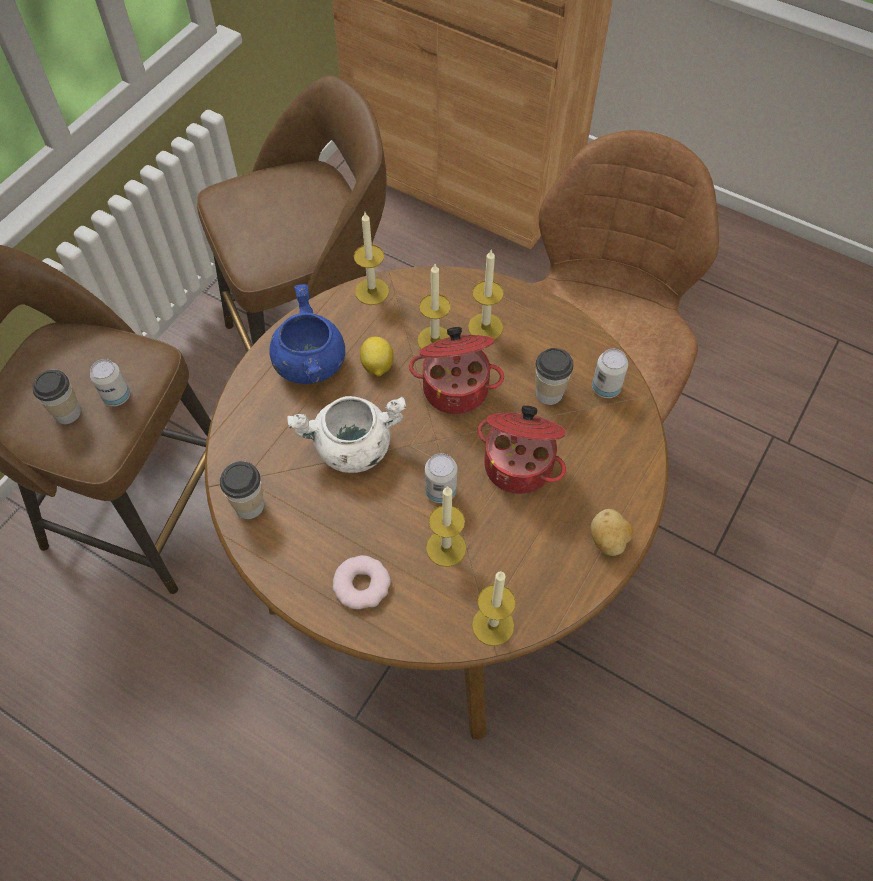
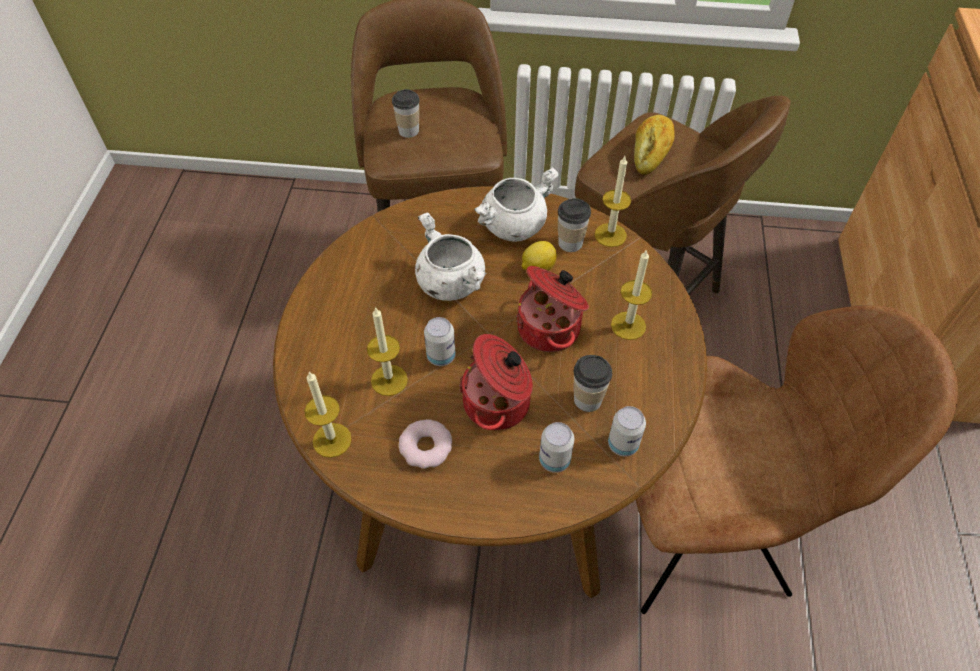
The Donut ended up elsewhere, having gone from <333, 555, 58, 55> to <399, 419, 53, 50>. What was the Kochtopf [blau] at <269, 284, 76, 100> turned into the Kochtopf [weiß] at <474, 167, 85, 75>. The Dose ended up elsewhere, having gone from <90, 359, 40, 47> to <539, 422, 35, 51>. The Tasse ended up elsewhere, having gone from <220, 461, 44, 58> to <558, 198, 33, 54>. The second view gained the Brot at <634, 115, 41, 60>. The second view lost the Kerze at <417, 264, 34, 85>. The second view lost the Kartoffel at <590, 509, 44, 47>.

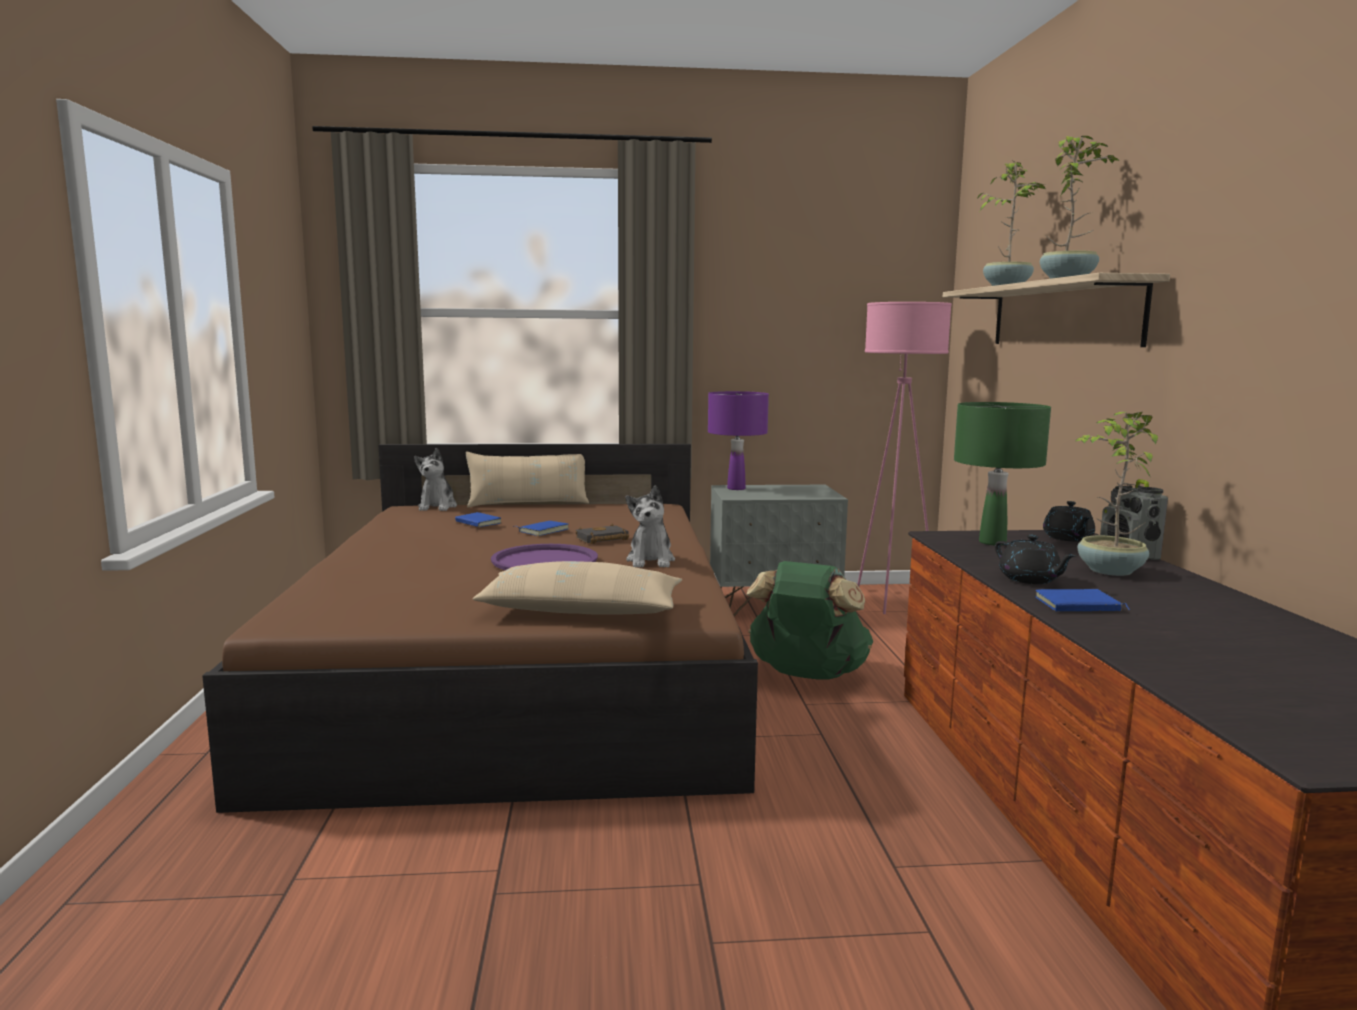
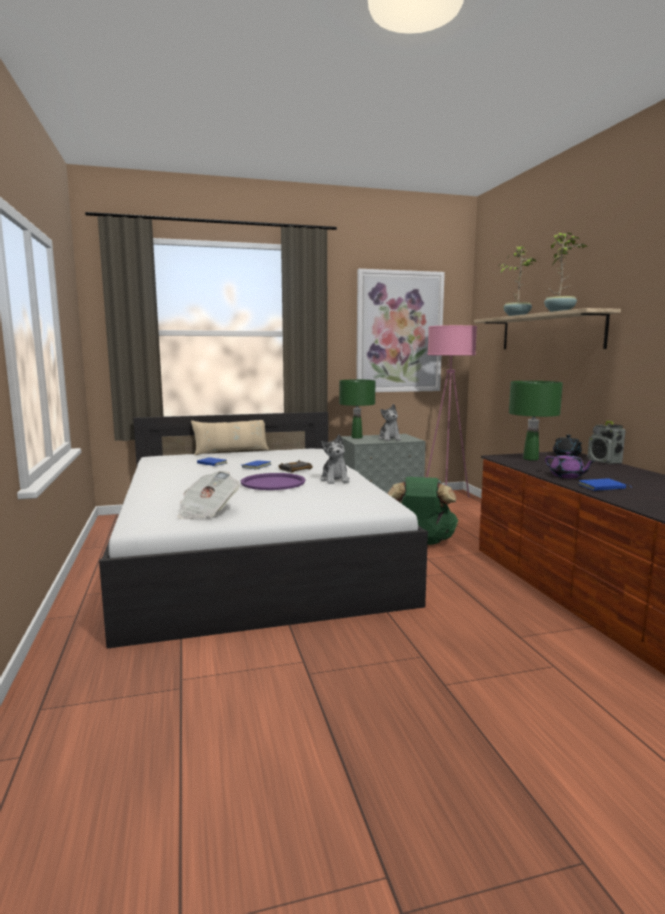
What was the Bett [braun] at <202, 444, 556, 369> turned into the Bett [weiß] at <99, 412, 329, 237>. The second view gained the Zeitung at <178, 471, 61, 49>. What was the Tischlampe [lila] at <708, 391, 61, 99> turned into the Tischlampe [grün] at <339, 380, 36, 59>. The second view gained the Bild at <356, 269, 89, 123>. The Plüschtier ended up elsewhere, having gone from <414, 448, 43, 63> to <378, 404, 23, 37>. What was the Teekanne [schwarz] at <995, 535, 82, 49> turned into the Teekanne [lila] at <545, 452, 50, 26>. The second view lost the Kissen [beige] at <473, 561, 209, 54>. The second view lost the Topfpflanze at <1075, 412, 83, 164>.

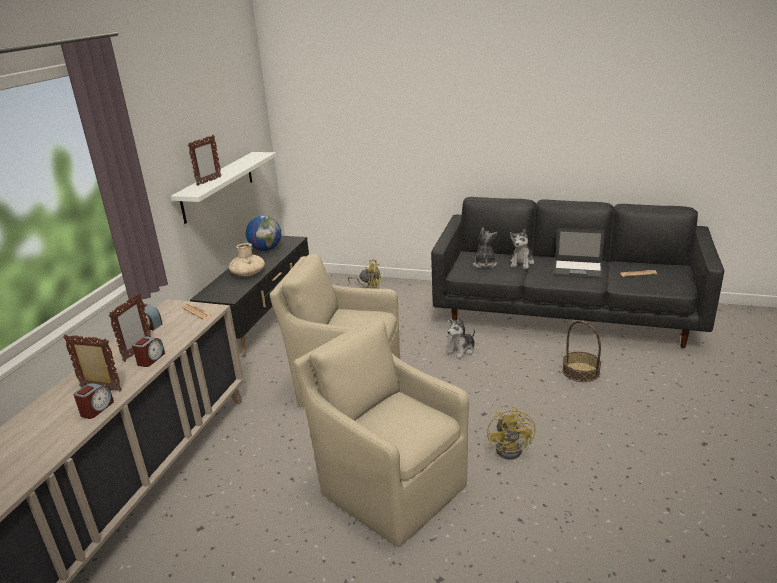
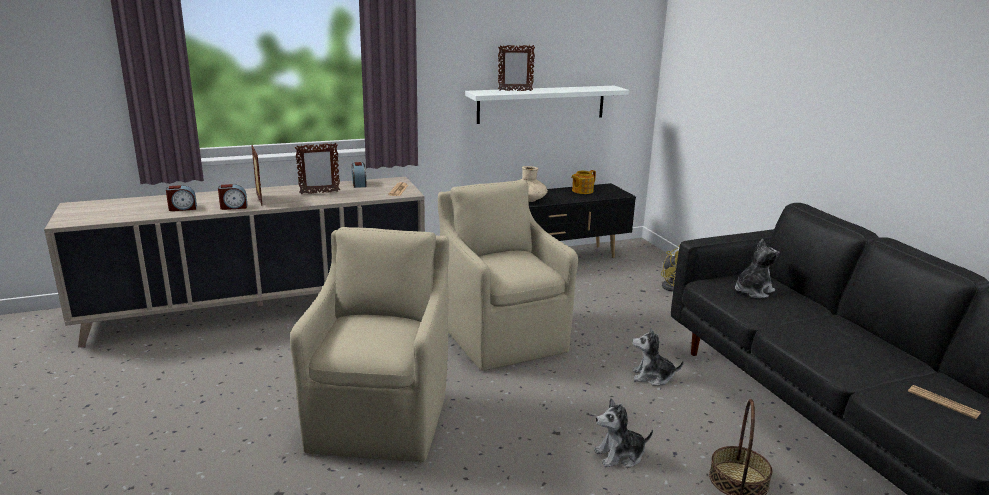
The Wecker ended up elsewhere, having gone from <132, 336, 33, 31> to <166, 185, 31, 26>. Where the Globus stood at <246, 216, 36, 35>, the Teekanne came to stand at <571, 170, 25, 24>. The Plüschtier ended up elsewhere, having gone from <510, 229, 24, 40> to <594, 398, 59, 70>. The second view lost the Ventilator [gelb] at <487, 407, 48, 52>. The second view lost the Laptop at <553, 228, 52, 51>.

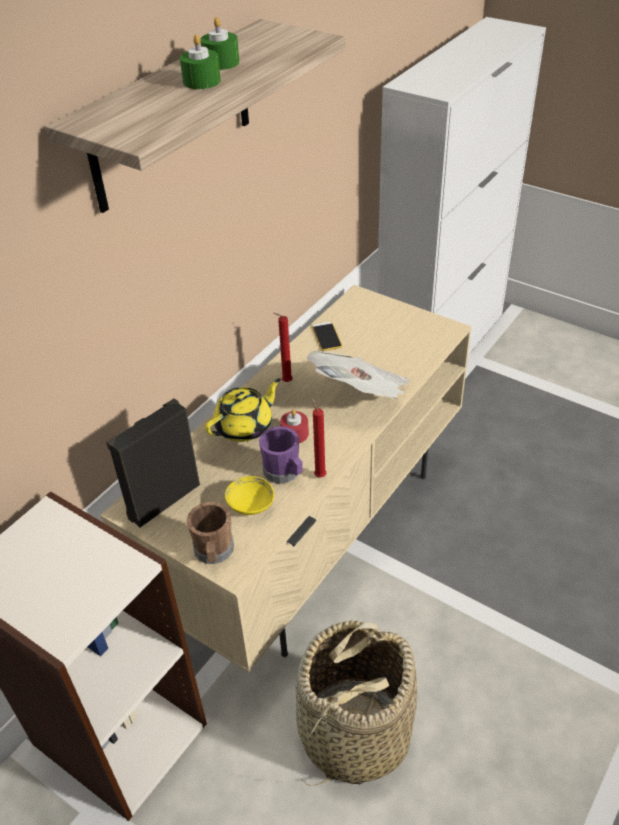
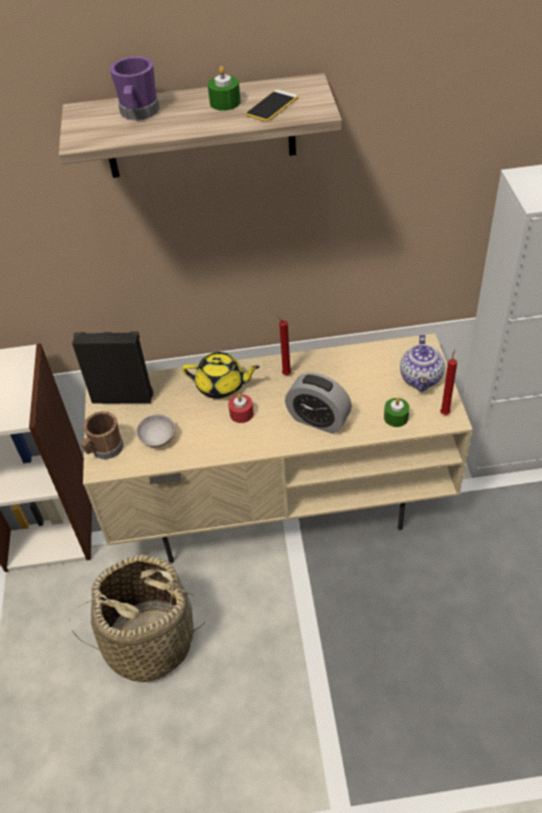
The Henkelbecher [lila] ended up elsewhere, having gone from <259, 426, 44, 58> to <110, 56, 49, 64>. What was the Schüssel [gelb] at <225, 476, 49, 39> turned into the Schüssel [grau] at <136, 415, 39, 32>. The Handy ended up elsewhere, having gone from <311, 321, 31, 30> to <246, 89, 52, 33>. Where the Zeitung stood at <307, 351, 103, 48>, the Wecker came to stand at <285, 373, 67, 60>. The Kerze [grün] ended up elsewhere, having gone from <180, 34, 41, 55> to <384, 398, 26, 29>. The second view gained the Teekanne at <400, 334, 45, 57>. The Kerze [rot] ended up elsewhere, having gone from <312, 398, 14, 79> to <440, 349, 17, 66>.

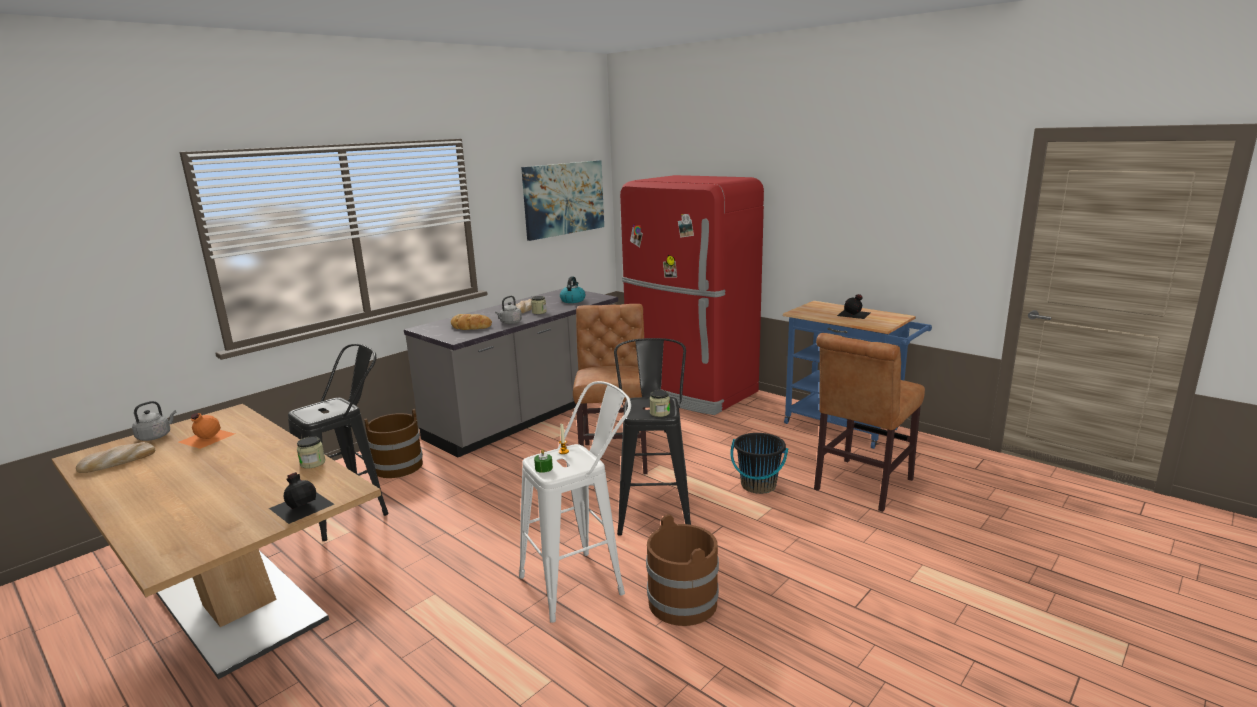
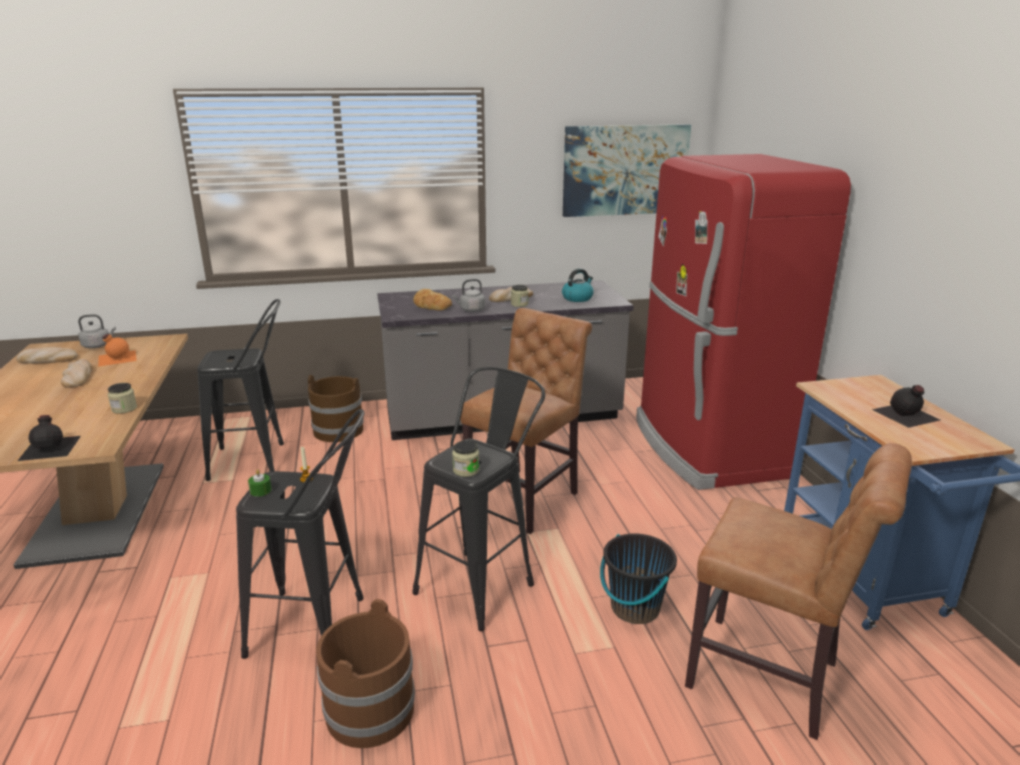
The second view gained the Brot at <61, 359, 32, 29>. What was the Hocker [weiß] at <519, 381, 112, 242> turned into the Hocker [schwarz] at <236, 409, 129, 250>. The Stuhl [braun] at <814, 333, 111, 179> ended up facing another way, 135 degrees counterclockwise from before.

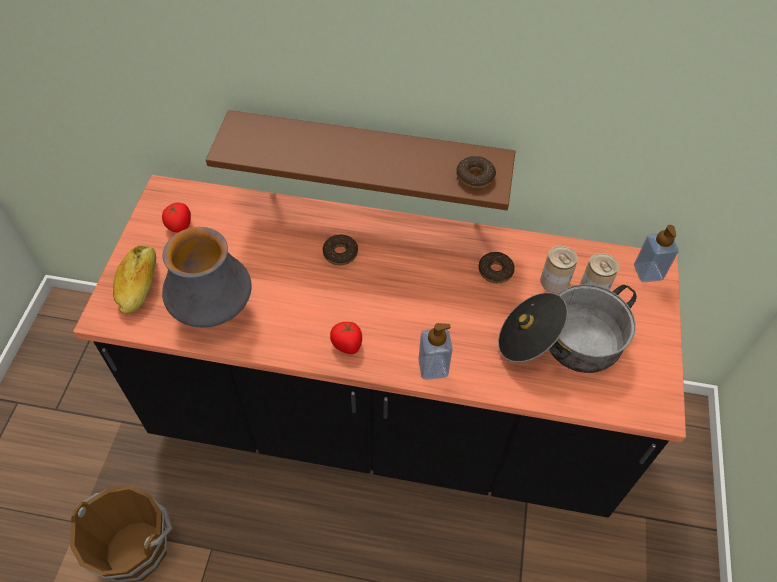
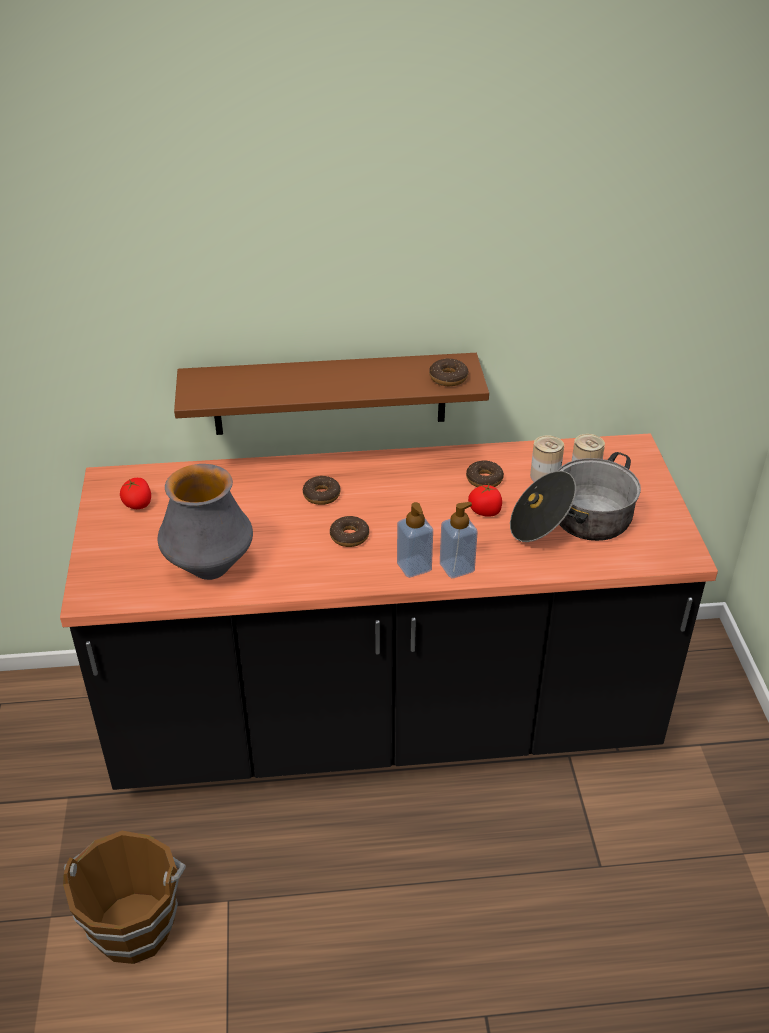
The second view gained the Donut at <330, 516, 39, 31>. The Seifenspender ended up elsewhere, having gone from <634, 225, 45, 57> to <397, 502, 36, 76>. The Tomate ended up elsewhere, having gone from <330, 322, 32, 32> to <468, 484, 34, 33>. The second view lost the Brot at <113, 245, 43, 69>.

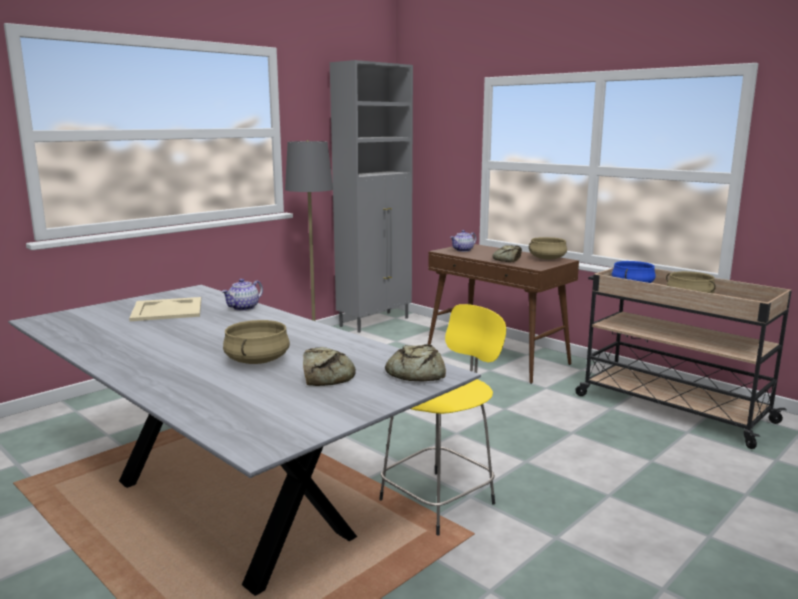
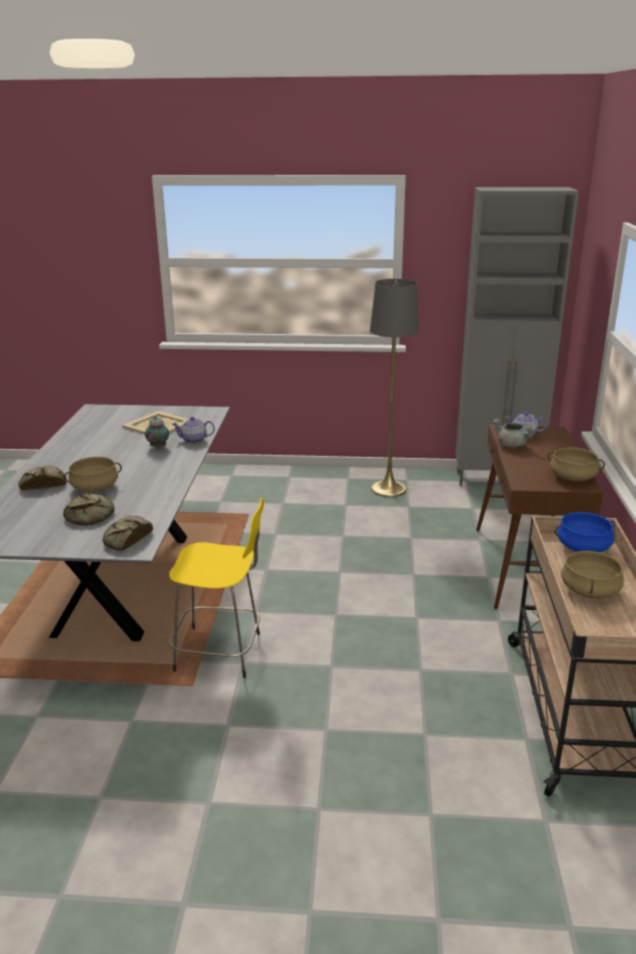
The Brot ended up elsewhere, having gone from <492, 245, 30, 17> to <19, 465, 48, 25>. The second view gained the Teekanne at <145, 416, 24, 33>. The second view gained the Kochtopf [grau] at <493, 419, 43, 29>.

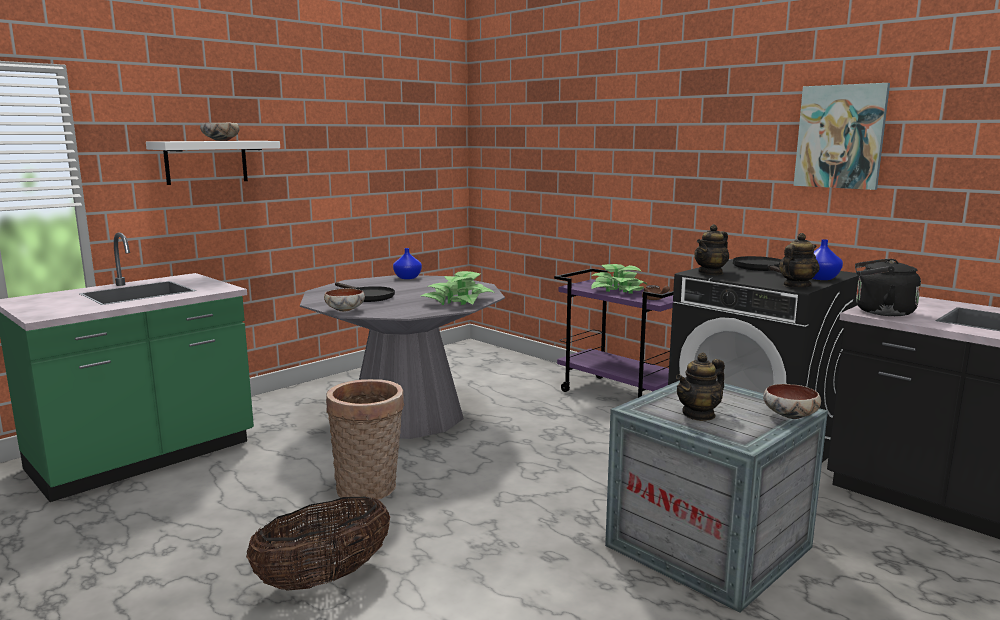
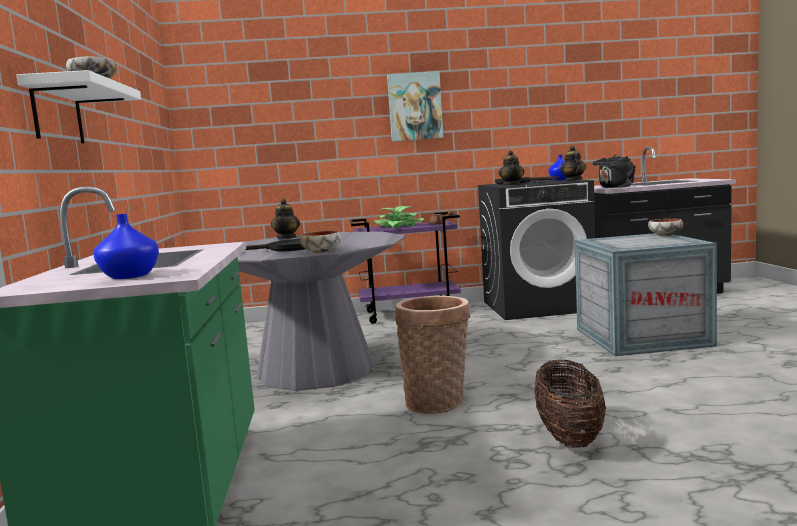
The Vase [blau] ended up elsewhere, having gone from <393, 248, 29, 31> to <93, 214, 66, 65>. The Teekanne ended up elsewhere, having gone from <676, 352, 49, 69> to <271, 199, 29, 40>. The Bild ended up elsewhere, having gone from <794, 83, 96, 107> to <387, 71, 57, 70>. The second view lost the Topfpflanze at <421, 271, 74, 34>.

